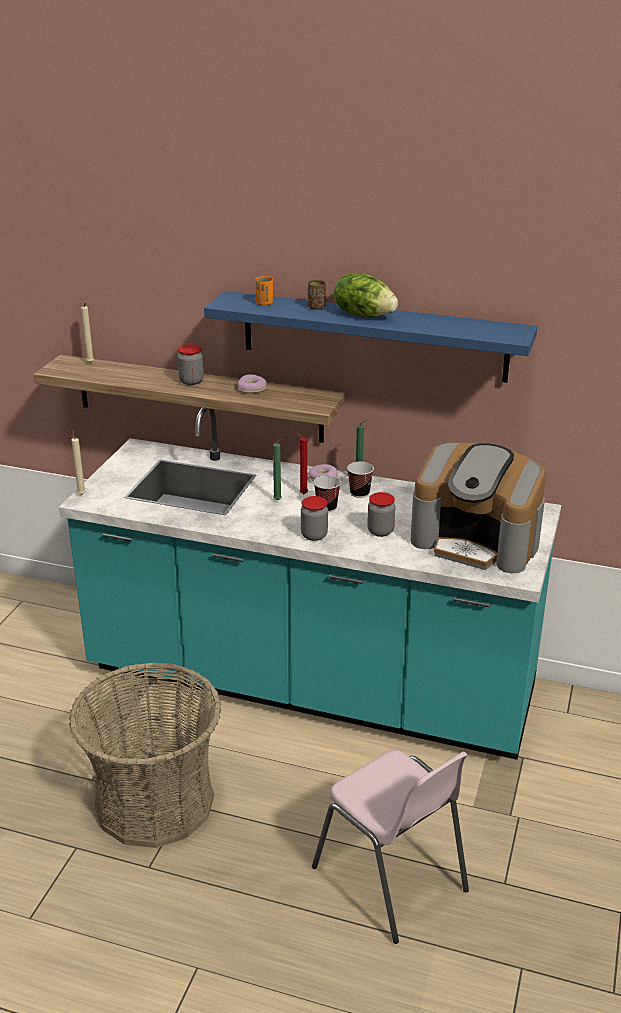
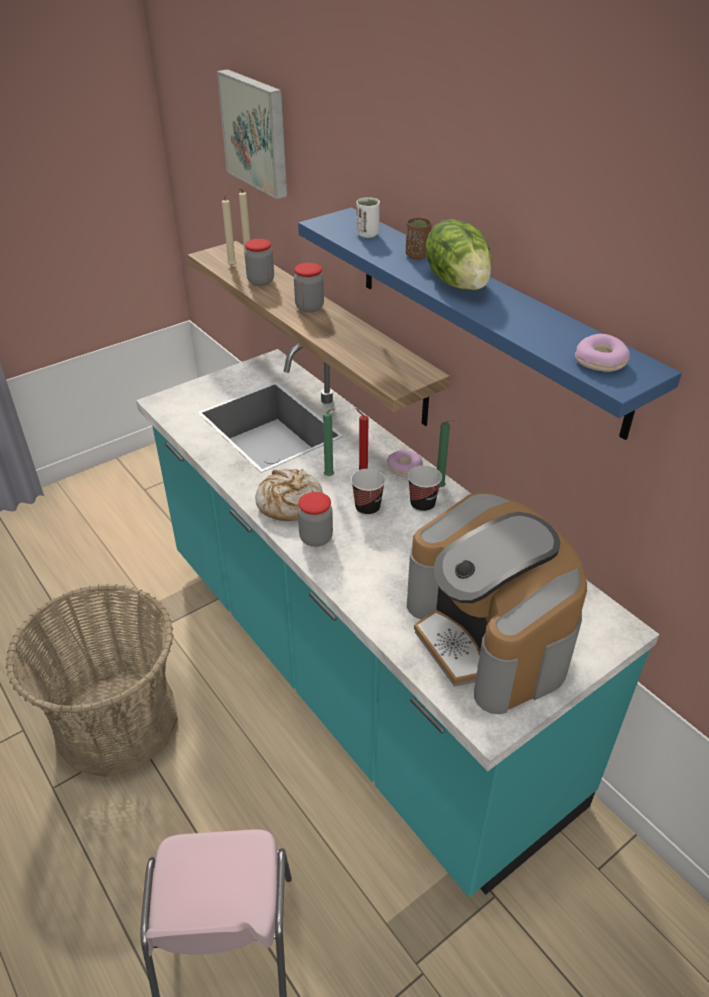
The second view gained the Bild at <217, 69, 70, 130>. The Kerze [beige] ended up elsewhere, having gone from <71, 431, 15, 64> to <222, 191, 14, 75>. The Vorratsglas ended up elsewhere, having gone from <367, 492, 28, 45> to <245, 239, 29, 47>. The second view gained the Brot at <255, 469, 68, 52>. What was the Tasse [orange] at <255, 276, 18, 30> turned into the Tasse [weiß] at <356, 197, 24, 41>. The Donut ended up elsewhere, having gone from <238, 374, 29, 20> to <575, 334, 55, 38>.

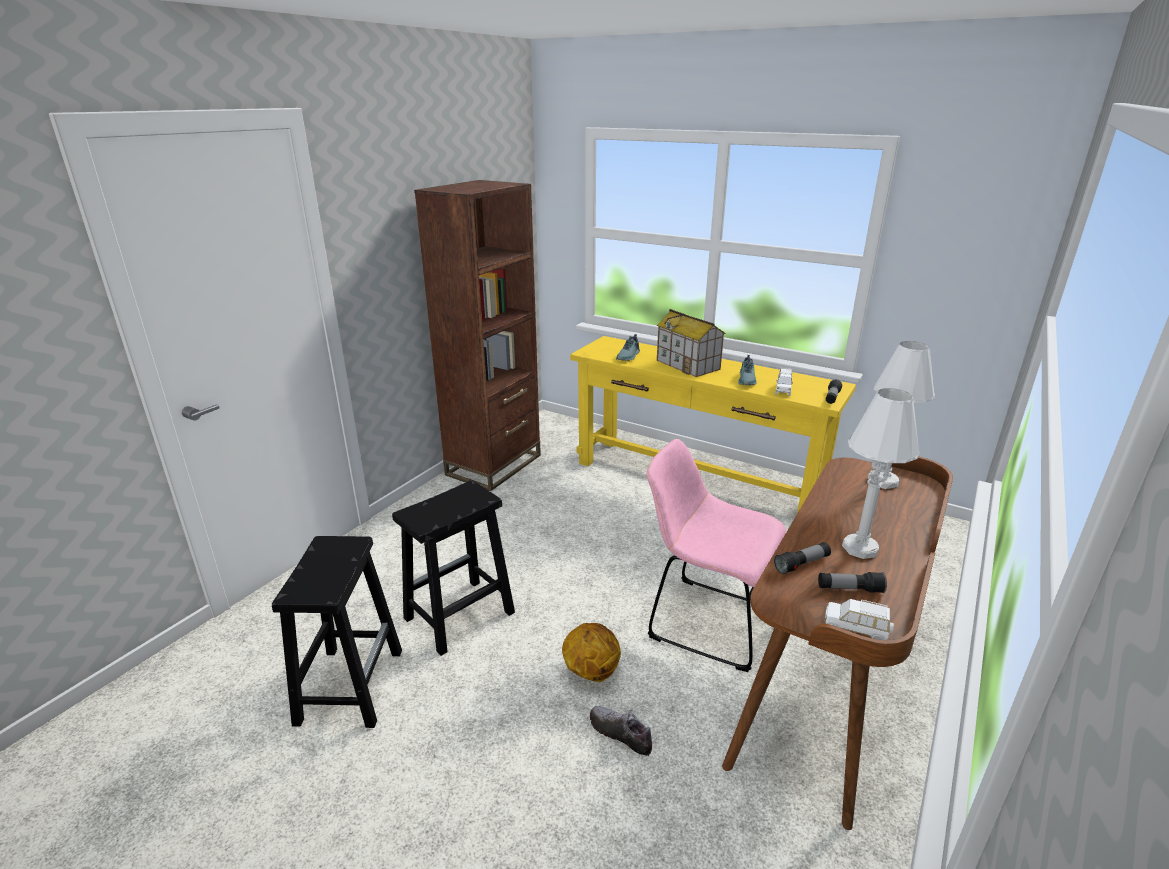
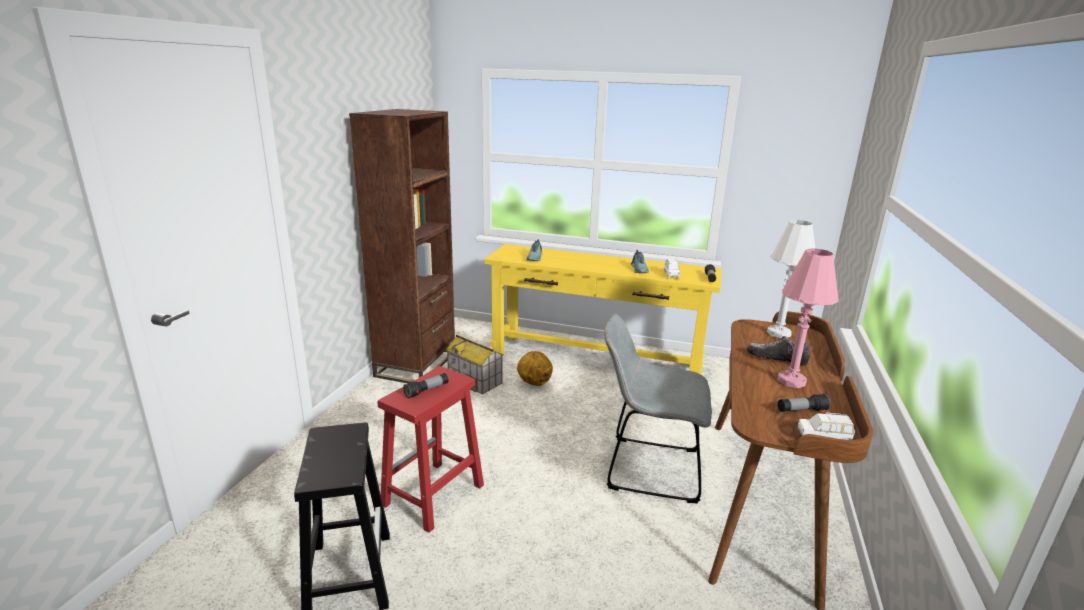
What was the Hocker [schwarz] at <392, 480, 123, 176> turned into the Hocker [rot] at <378, 366, 106, 167>. The Taschenlampe ended up elsewhere, having gone from <774, 542, 57, 32> to <403, 373, 46, 25>. The Spielzeughaus ended up elsewhere, having gone from <657, 309, 68, 68> to <446, 335, 57, 59>. The Basketball ended up elsewhere, having gone from <562, 623, 59, 59> to <517, 351, 36, 35>. What was the Stuhl [rosa] at <646, 439, 140, 233> turned into the Stuhl [grau] at <604, 314, 108, 190>. The Schuh ended up elsewhere, having gone from <590, 706, 62, 51> to <747, 336, 63, 29>. What was the Tischlampe [weiß] at <842, 388, 78, 171> turned into the Tischlampe [rosa] at <777, 249, 62, 139>.

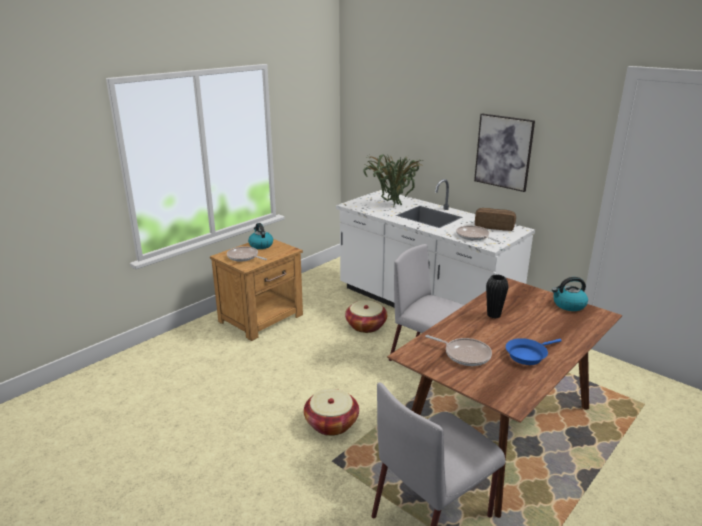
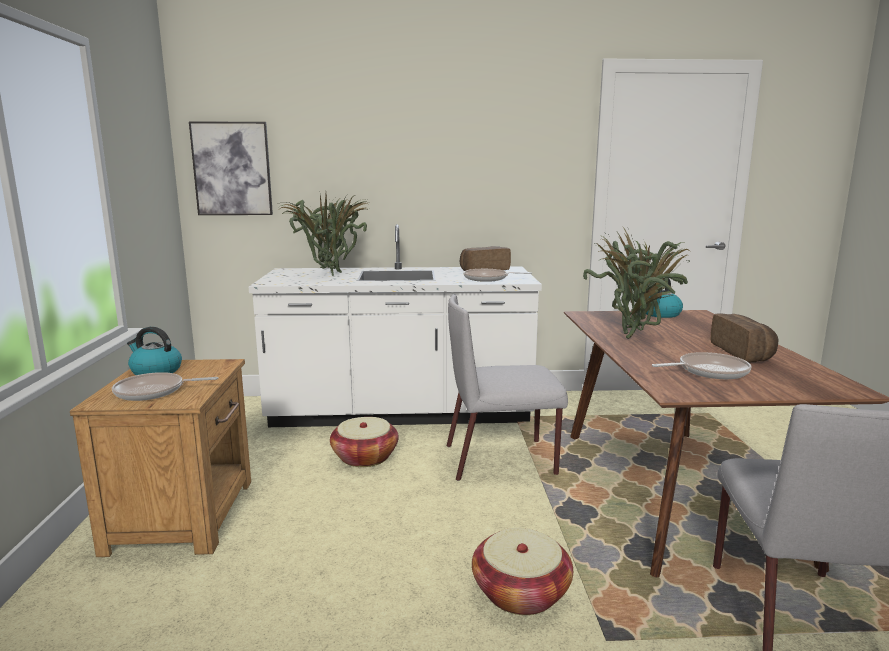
The Bild ended up elsewhere, having gone from <474, 114, 61, 78> to <189, 121, 84, 94>. Where the Vase [schwarz] stood at <486, 275, 22, 43>, the Topfpflanze came to stand at <583, 227, 107, 112>. Where the Pfanne [blau] stood at <506, 338, 56, 27>, the Brot came to stand at <710, 313, 68, 49>.

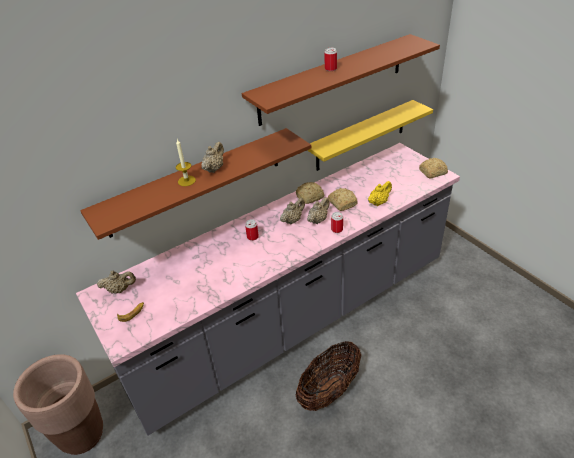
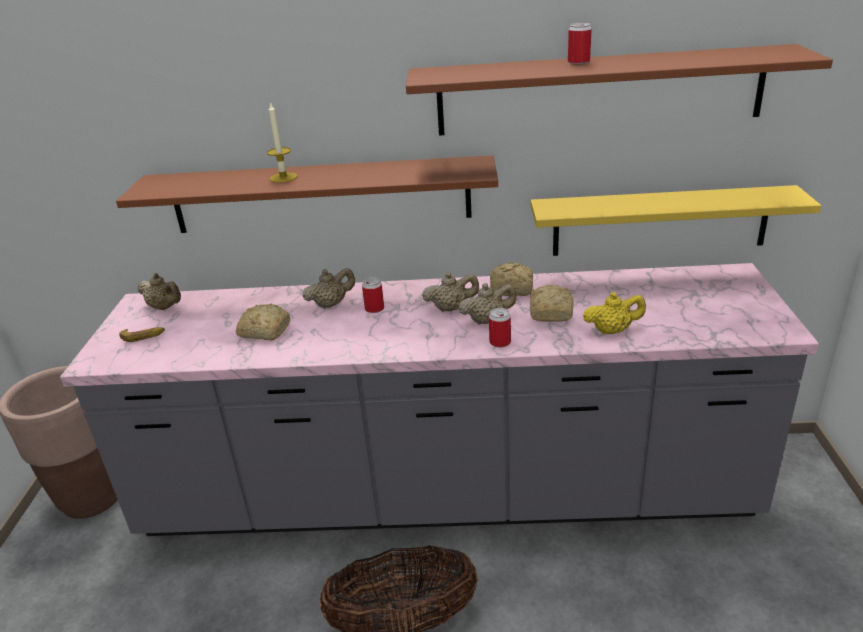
The Brot ended up elsewhere, having gone from <419, 158, 29, 20> to <236, 304, 54, 37>. The Teekanne [beige] ended up elsewhere, having gone from <201, 142, 23, 31> to <303, 268, 52, 41>.

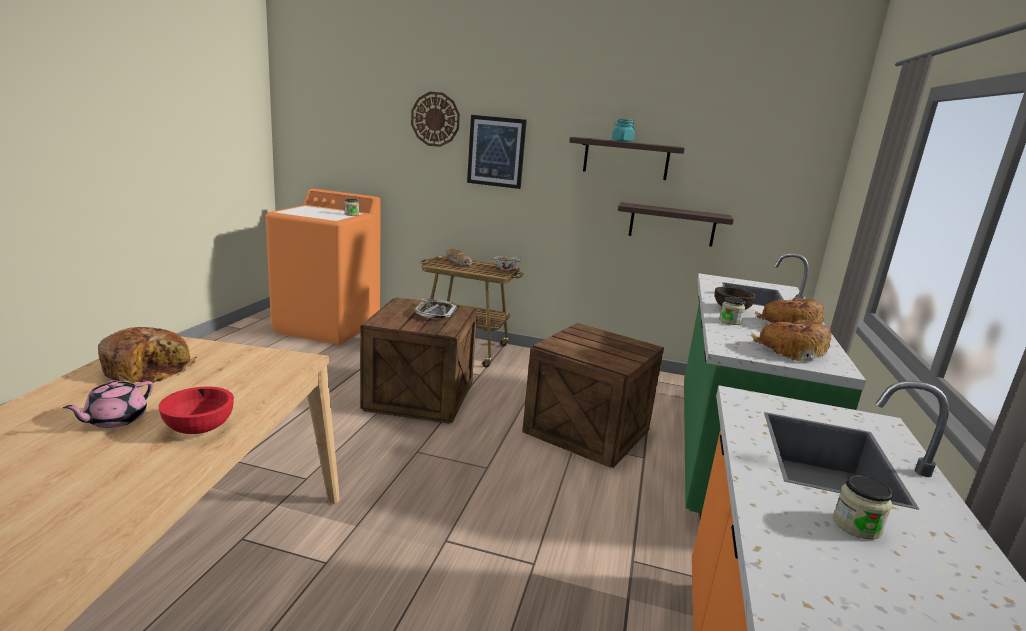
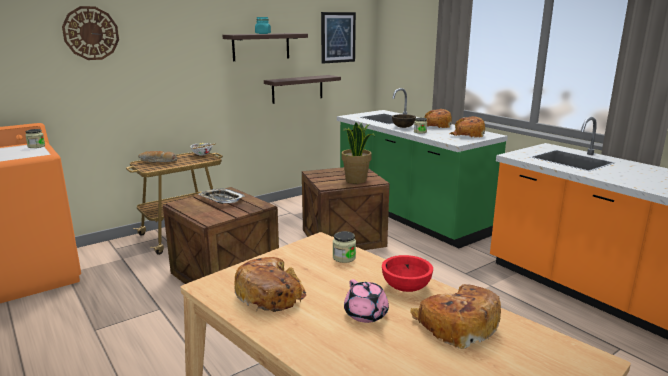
The Bild ended up elsewhere, having gone from <467, 115, 60, 74> to <321, 12, 35, 52>. The Vorratsglas ended up elsewhere, having gone from <833, 475, 60, 65> to <333, 231, 23, 32>. The second view gained the Topfpflanze at <342, 123, 33, 61>. The second view gained the Brot at <411, 284, 90, 65>.

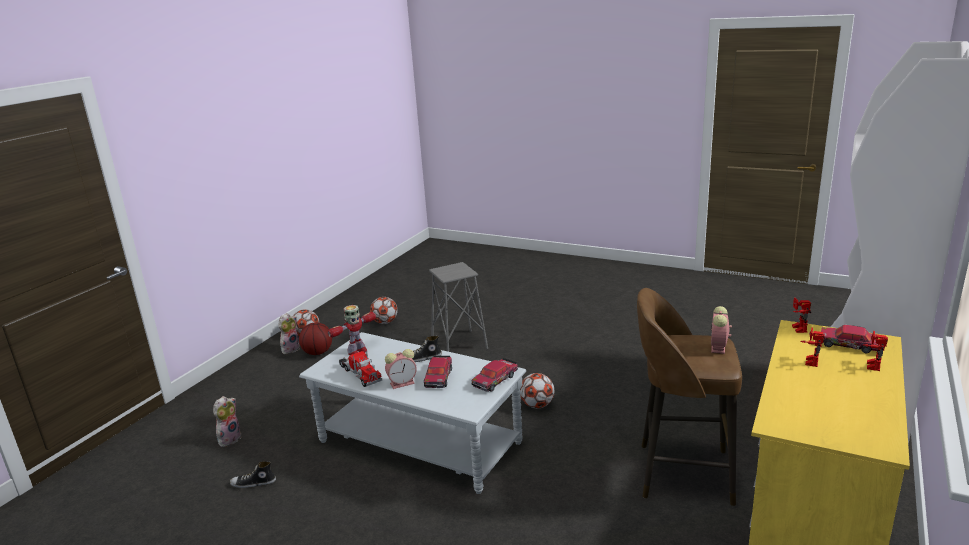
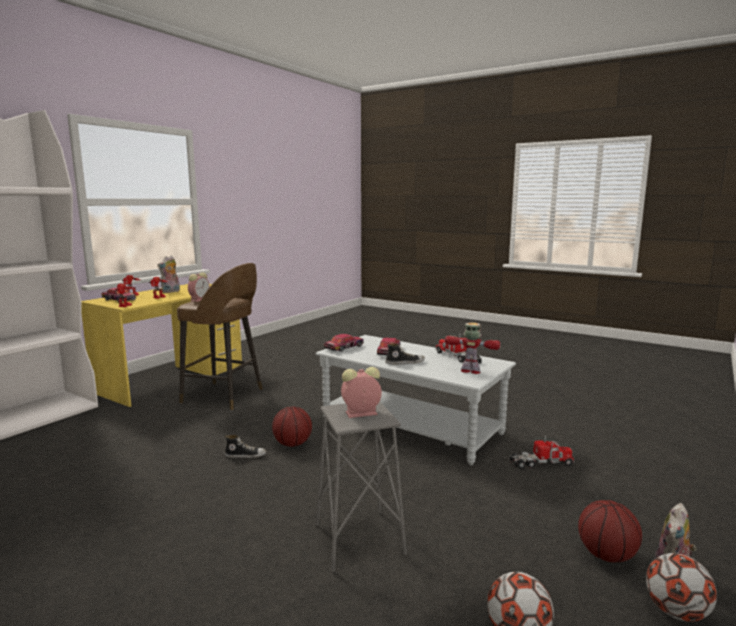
The Plüschtier ended up elsewhere, having gone from <213, 396, 29, 51> to <157, 255, 23, 38>. The Schuh ended up elsewhere, having gone from <230, 461, 46, 27> to <224, 435, 42, 23>. Where the Fußball stood at <520, 373, 34, 35>, the Basketball came to stand at <272, 406, 40, 41>. The Wecker ended up elsewhere, having gone from <385, 349, 32, 40> to <341, 367, 41, 51>. The Spielzeugroboter at <328, 305, 48, 50> ended up facing another way, 60 degrees clockwise from before. The second view gained the Spielzeuglaster at <510, 436, 65, 33>.

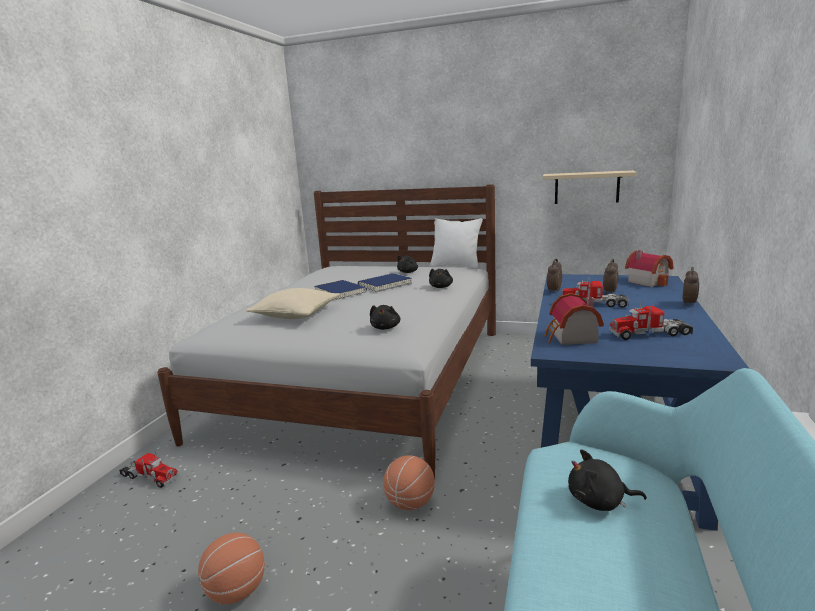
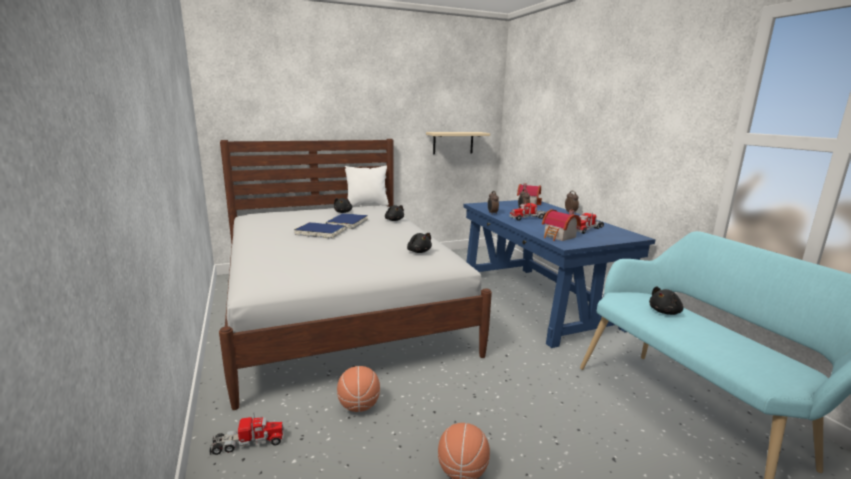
The Basketball ended up elsewhere, having gone from <383, 455, 52, 55> to <337, 366, 43, 46>. The second view lost the Kissen [beige] at <246, 288, 94, 31>.

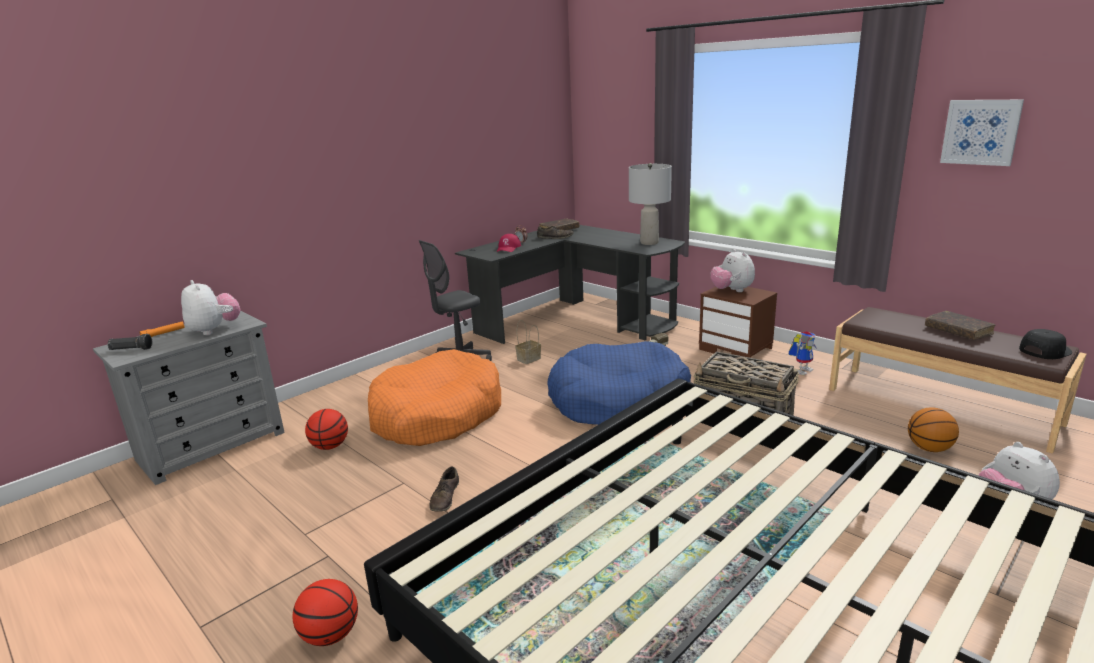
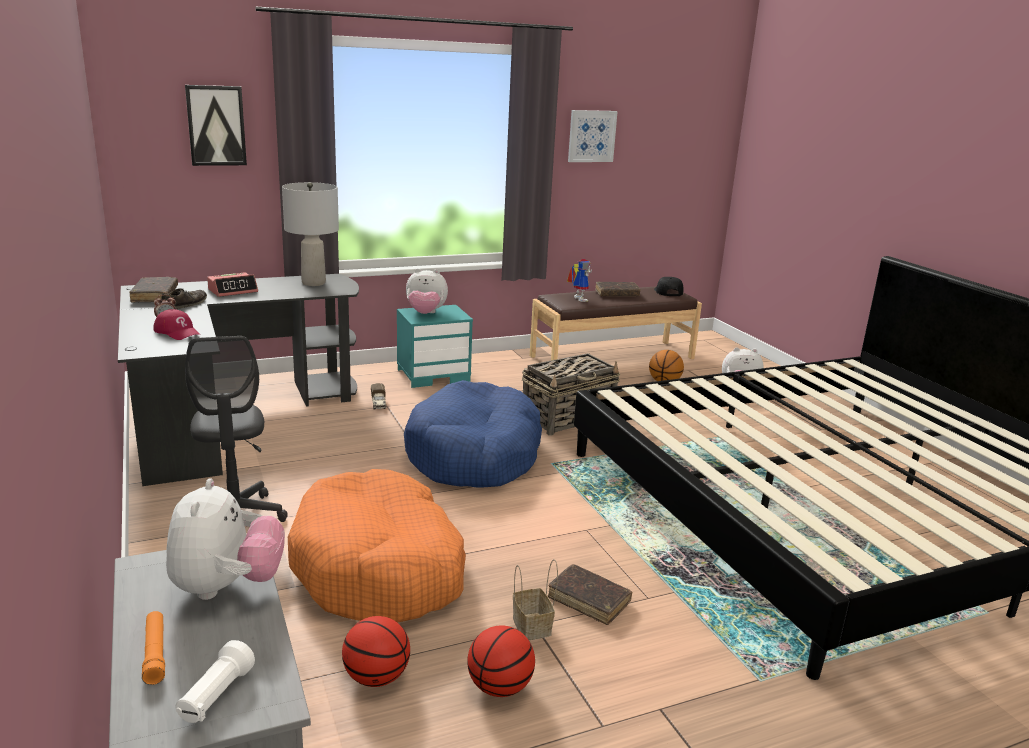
The Plüschtier at <181, 280, 60, 55> ended up facing another way, 105 degrees clockwise from before. What was the Taschenlampe [schwarz] at <107, 334, 45, 16> turned into the Taschenlampe [weiß] at <176, 640, 79, 83>. The second view gained the Bild at <185, 85, 62, 81>. The second view gained the Wecker at <207, 272, 51, 25>. What was the Nachttisch [braun] at <699, 286, 78, 72> turned into the Nachttisch [türkis] at <397, 305, 76, 83>. The Basketball ended up elsewhere, having gone from <293, 579, 65, 67> to <467, 625, 68, 72>. The Korb ended up elsewhere, having gone from <515, 320, 26, 44> to <513, 559, 45, 81>. Where the Schuh [braun] stood at <429, 467, 30, 45>, the Buch [braun] came to stand at <547, 564, 85, 61>. The Spielzeugroboter ended up elsewhere, having gone from <788, 331, 29, 44> to <567, 259, 25, 43>.

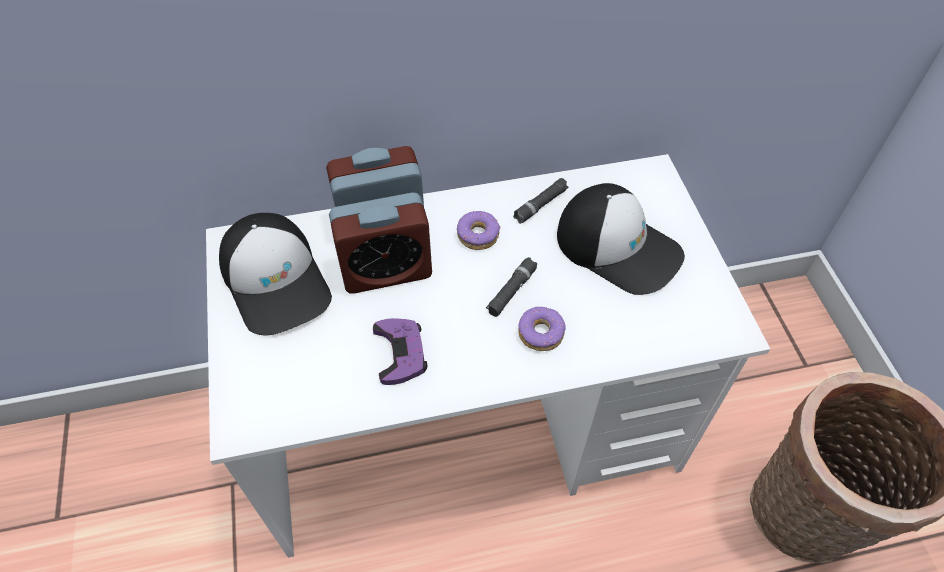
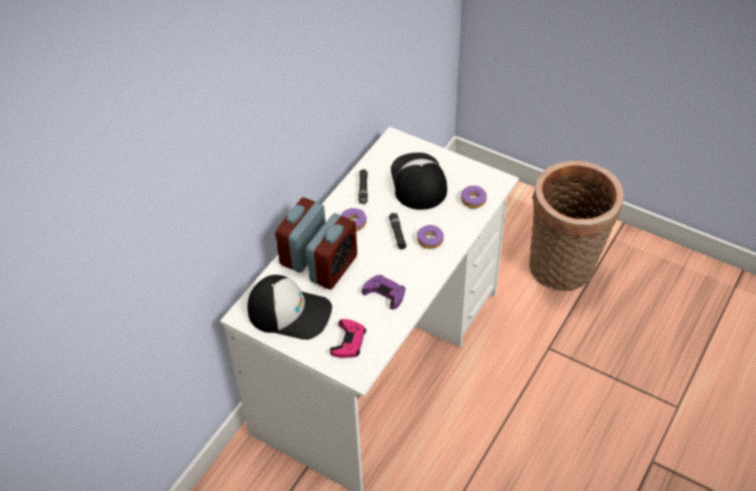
The second view gained the Gamepad [rosa] at <330, 319, 36, 39>. The Kappe at <557, 183, 128, 112> ended up facing another way, 90 degrees counterclockwise from before. The second view gained the Donut at <461, 186, 26, 22>.

